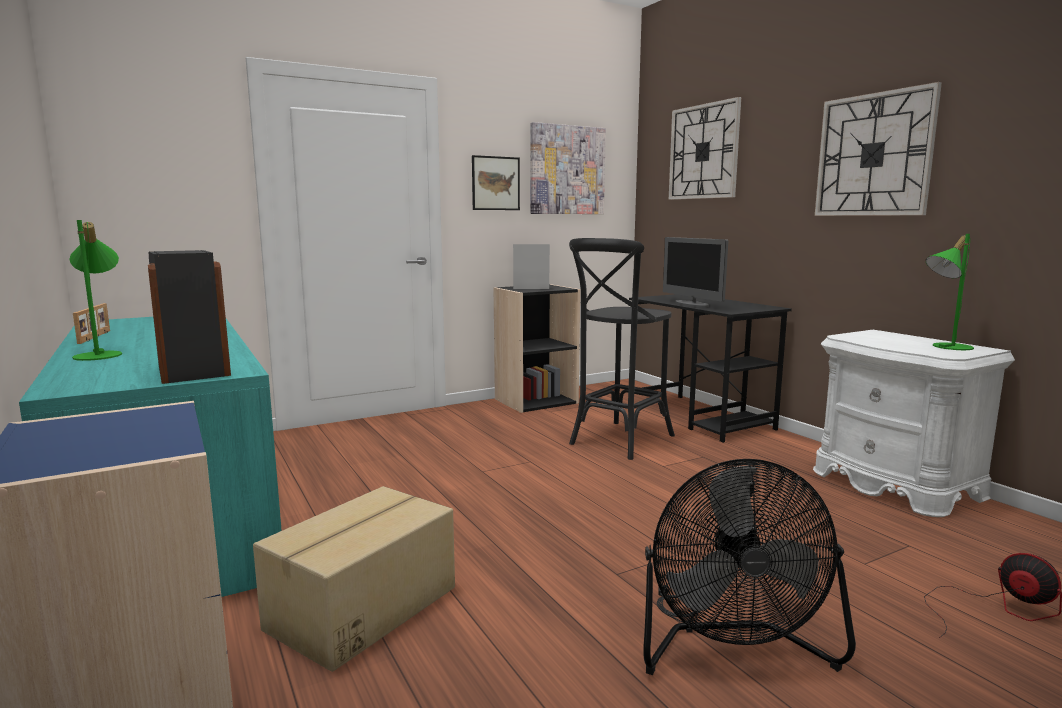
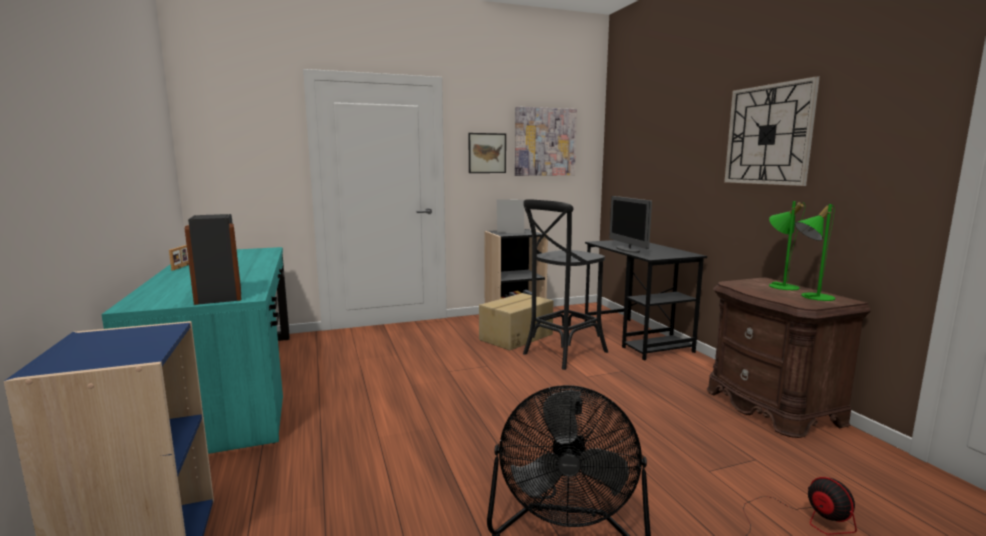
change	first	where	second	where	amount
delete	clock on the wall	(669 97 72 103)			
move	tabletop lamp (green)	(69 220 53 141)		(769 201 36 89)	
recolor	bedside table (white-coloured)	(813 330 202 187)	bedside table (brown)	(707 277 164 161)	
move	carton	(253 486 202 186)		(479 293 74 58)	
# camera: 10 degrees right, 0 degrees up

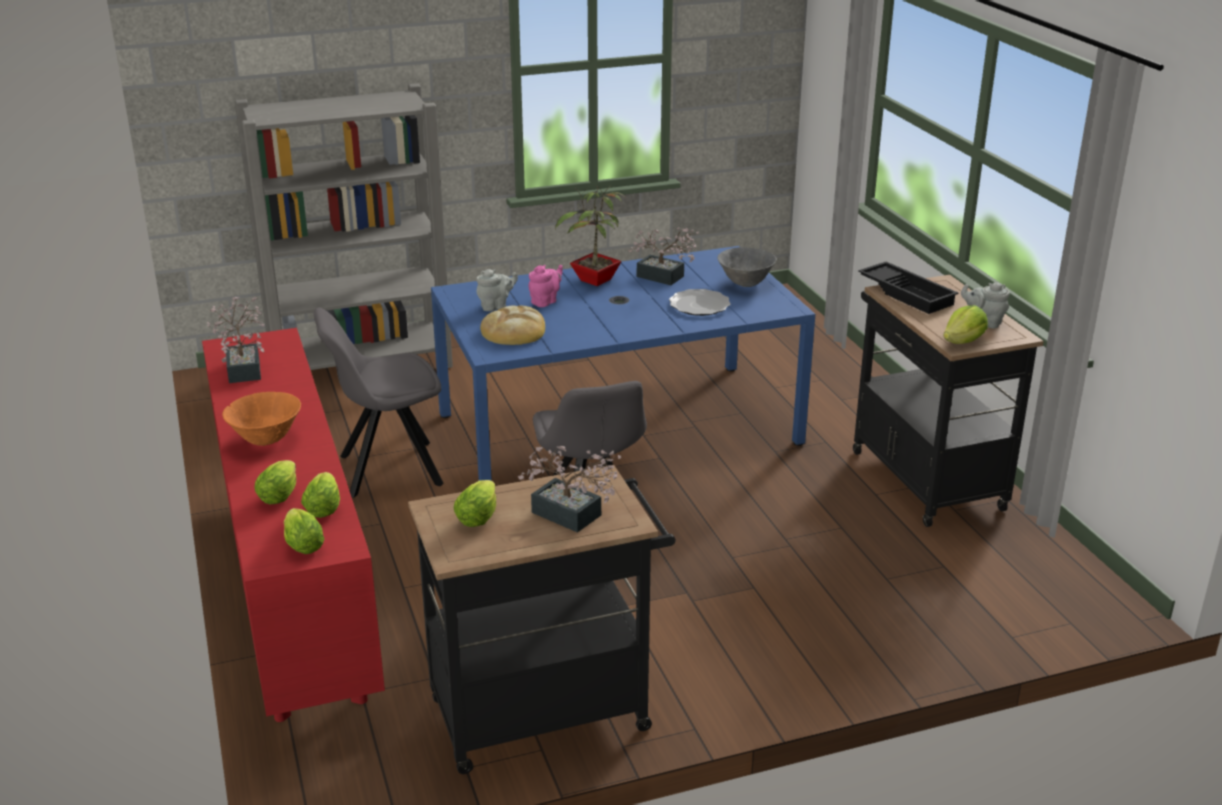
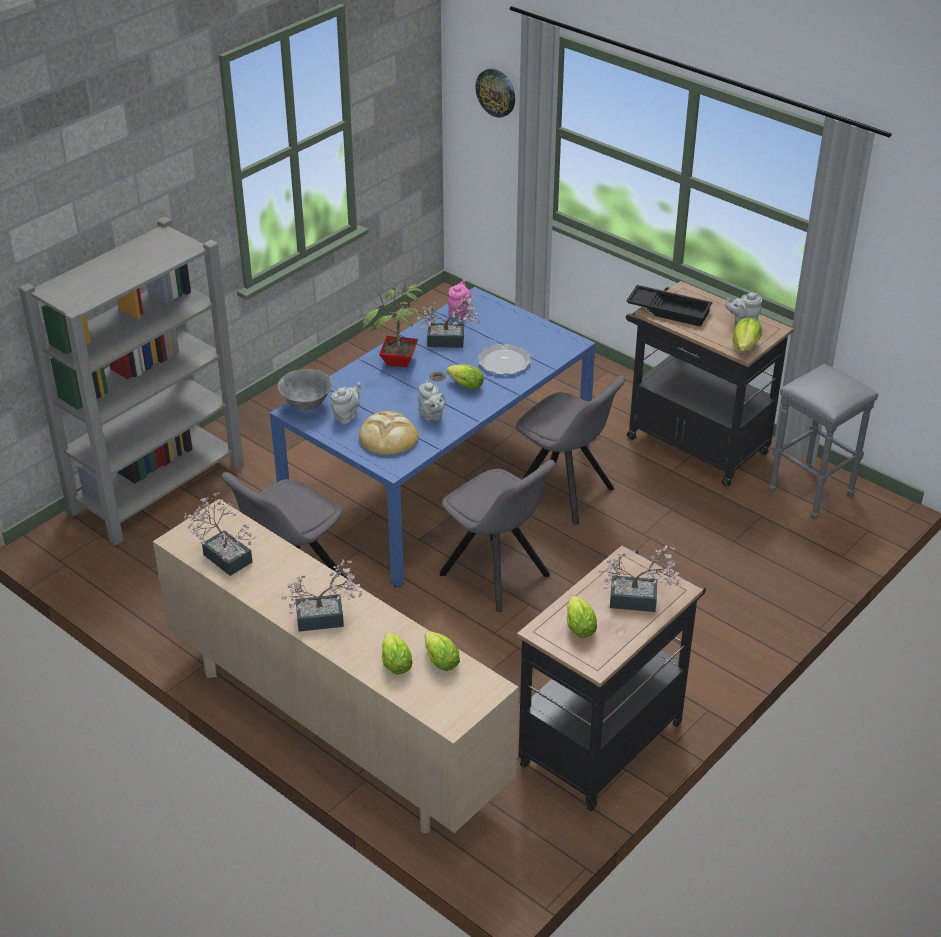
change	first	where	second	where	amount
move	bowl (gray)	(718 247 59 40)		(278 369 54 42)	
move	pot for tea (pink)	(528 265 35 42)		(448 279 23 39)	
recolor	cabinet (red-coloured)	(202 328 183 394)	cabinet (sand-coloured)	(153 499 366 334)	
replace	bowl (orange)	(222 392 79 54)	houseplant	(281 560 81 72)	
move	head of lettuce	(284 508 40 46)		(446 365 38 25)	
insert			clock on the wall	(475 69 40 49)	
insert			stool seat (gray)	(769 364 109 155)	
insert			plain chair (gray)	(516 376 109 149)	
insert			pot for tea (gray)	(418 380 27 42)	
# camera: 30 degrees left, 10 degrees up

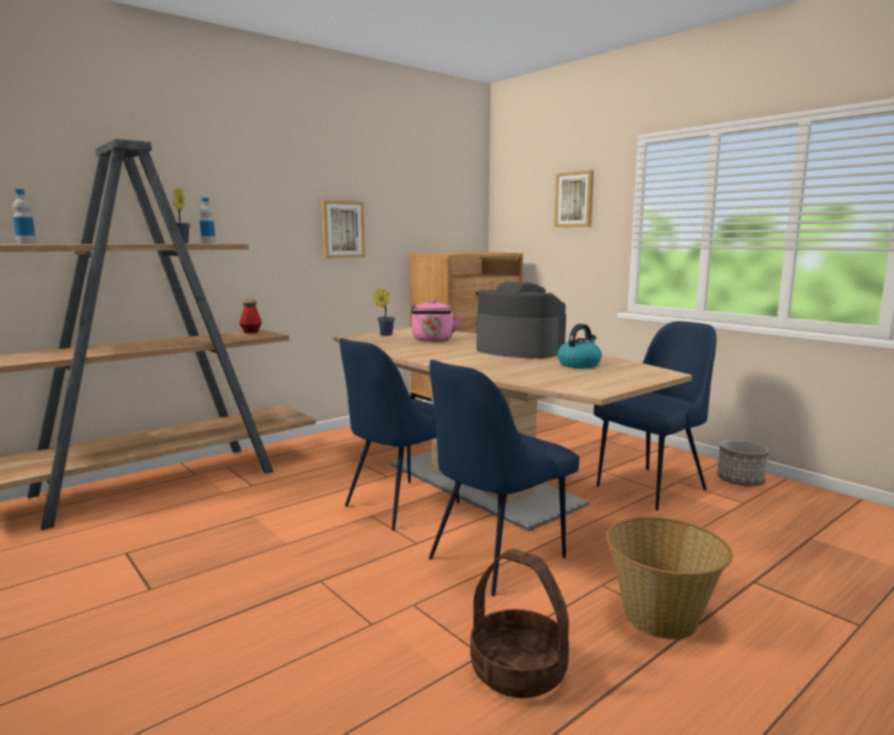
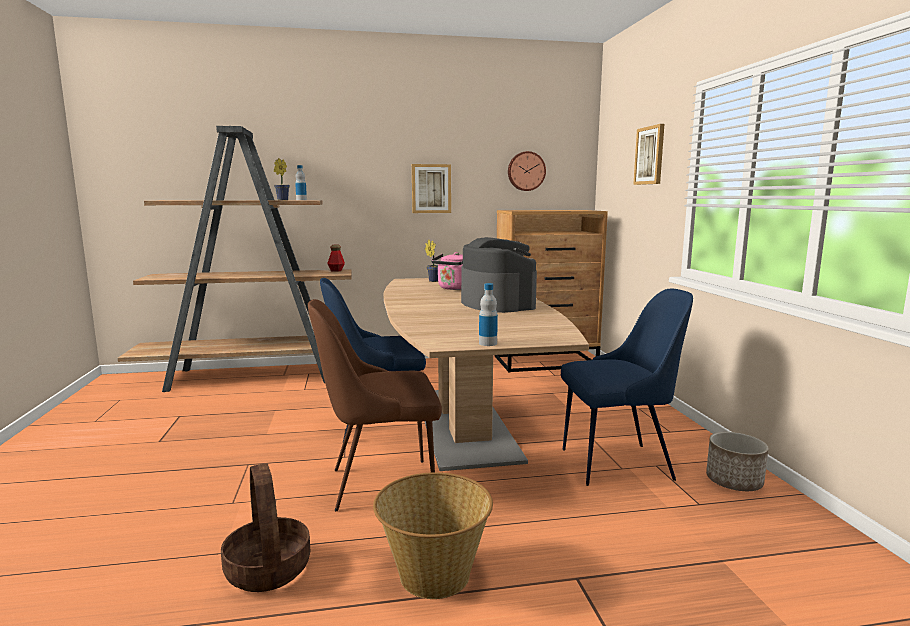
change	first	where	second	where	amount
move	bottle	(13 189 23 55)		(479 283 19 63)	
delete	tea kettle	(557 324 45 44)			
recolor	plain chair (bluish)	(429 360 150 236)	plain chair (brown)	(308 299 134 212)	
insert			clock on the wall	(508 151 38 40)	
# camera: 30 degrees right, 0 degrees up

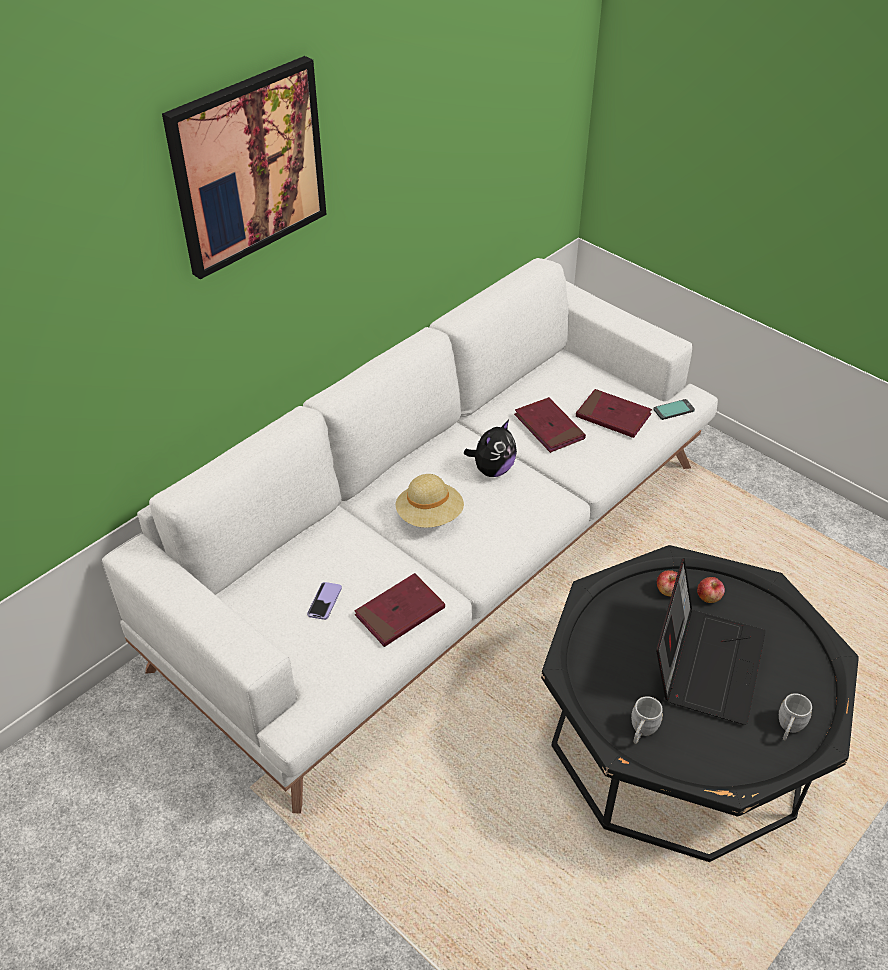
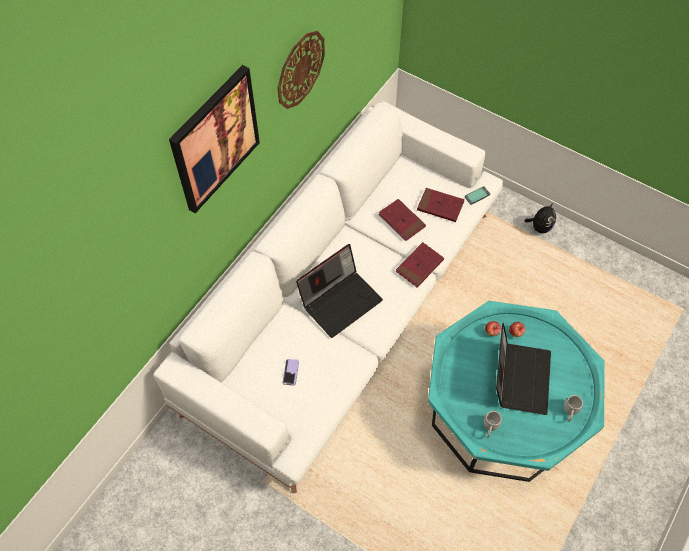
change	first	where	second	where	amount
move	soft toy	(464 420 53 57)		(525 203 31 30)	
replace	hat (sand-coloured)	(395 474 69 54)	portable computer	(296 244 87 94)	
recolor	coffee table (black-coloured)	(541 545 318 317)	coffee table (turquoise)	(428 301 177 181)	
move	book (red-coloured)	(355 573 90 74)		(396 242 48 46)	
insert			clock on the wall	(277 31 48 78)	
# camera: 10 degrees left, 15 degrees up

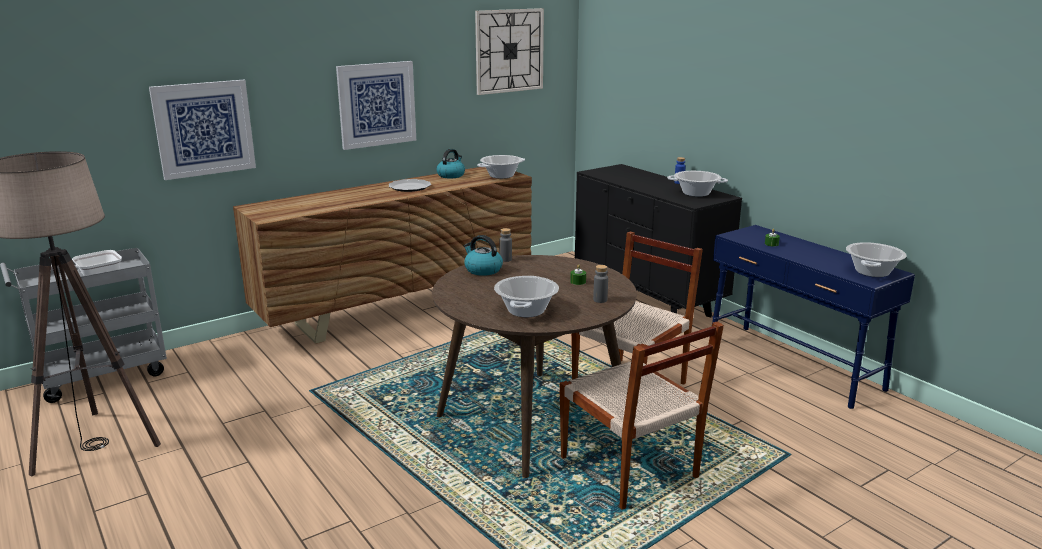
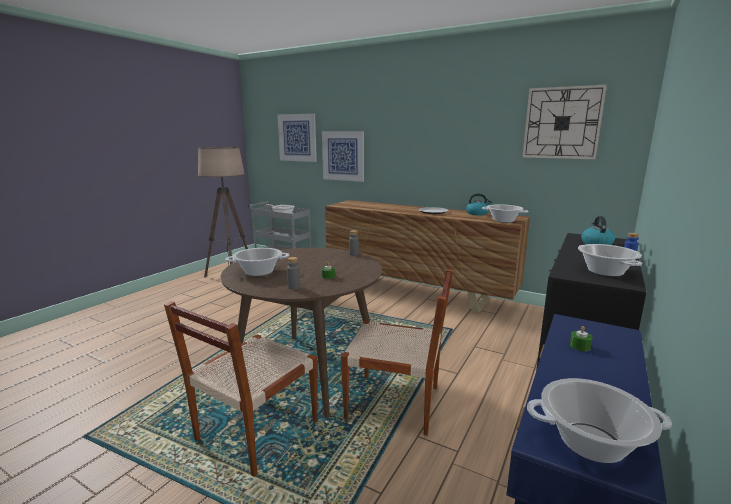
change	first	where	second	where	amount
move	picture	(336 61 80 89)		(277 113 40 49)	
move	tea kettle	(463 235 40 41)		(581 216 34 29)	
# camera: 65 degrees right, 5 degrees down

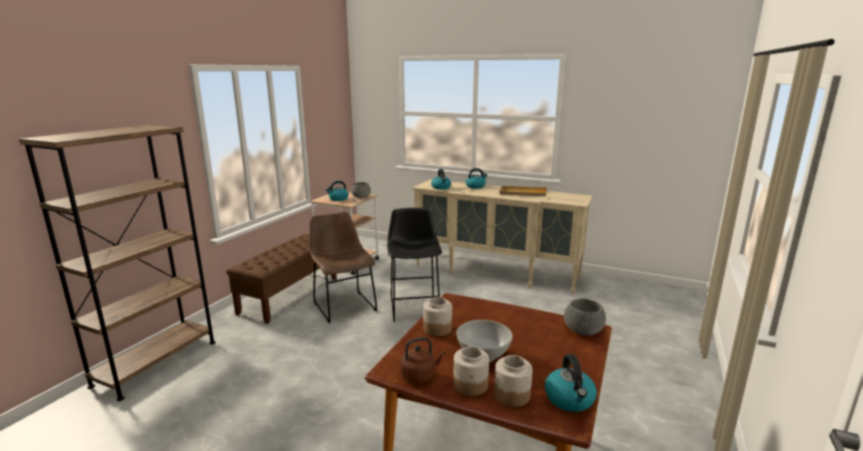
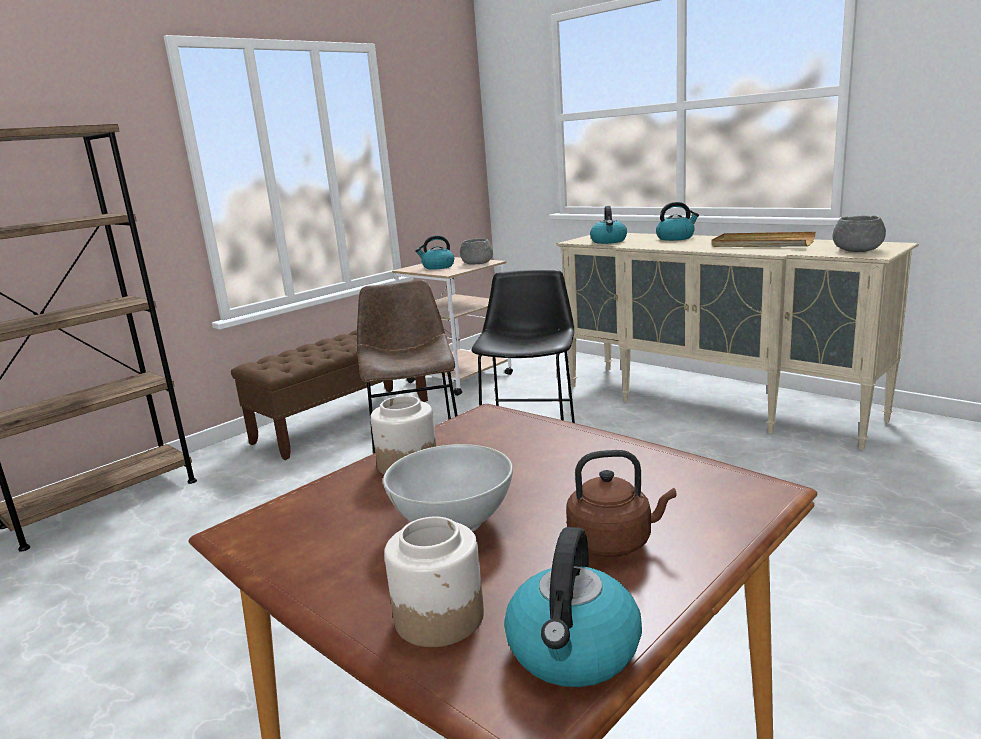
change	first	where	second	where	amount
move	bowl (gray)	(564 298 42 37)		(833 215 53 37)	
move	tea kettle (brown)	(400 337 46 46)		(566 450 110 107)	
delete	jar	(453 346 36 50)			
# camera: 20 degrees right, 0 degrees up

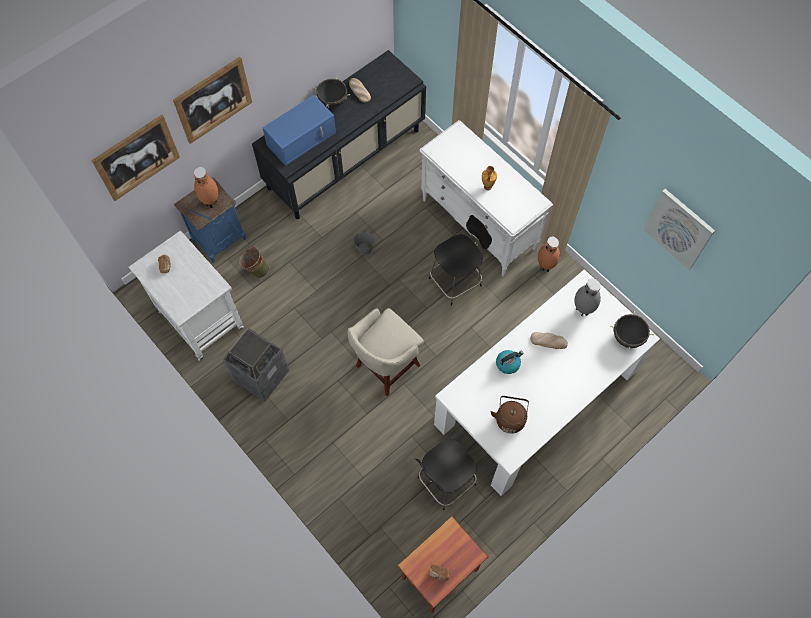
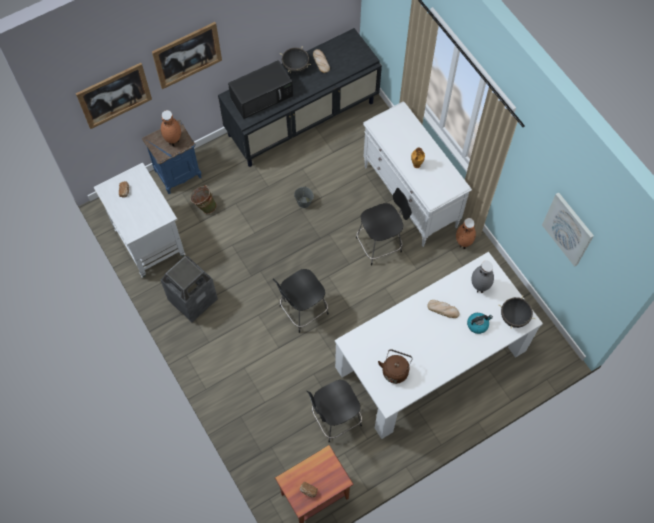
change	first	where	second	where	amount
recolor	kitchen microwave (bluish)	(262 95 74 71)	kitchen microwave (black-coloured)	(228 60 65 59)	
replace	stool seat (sand-coloured)	(347 308 77 88)	plain chair (black-coloured)	(273 269 56 64)	
move	tea kettle	(496 350 28 24)		(467 313 26 21)	
# camera: 10 degrees right, 0 degrees up

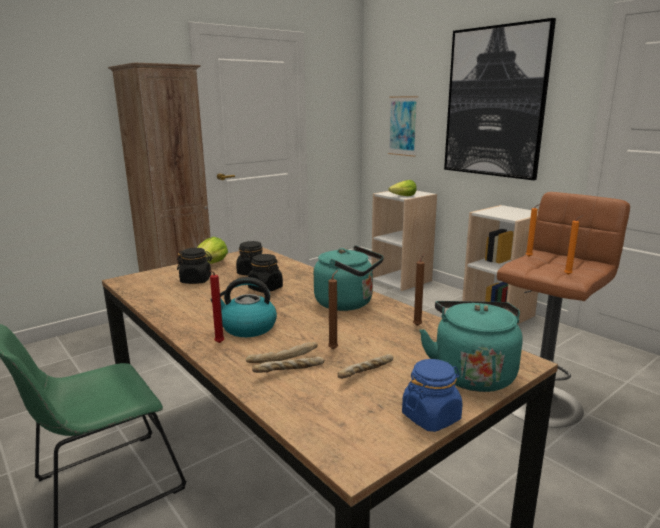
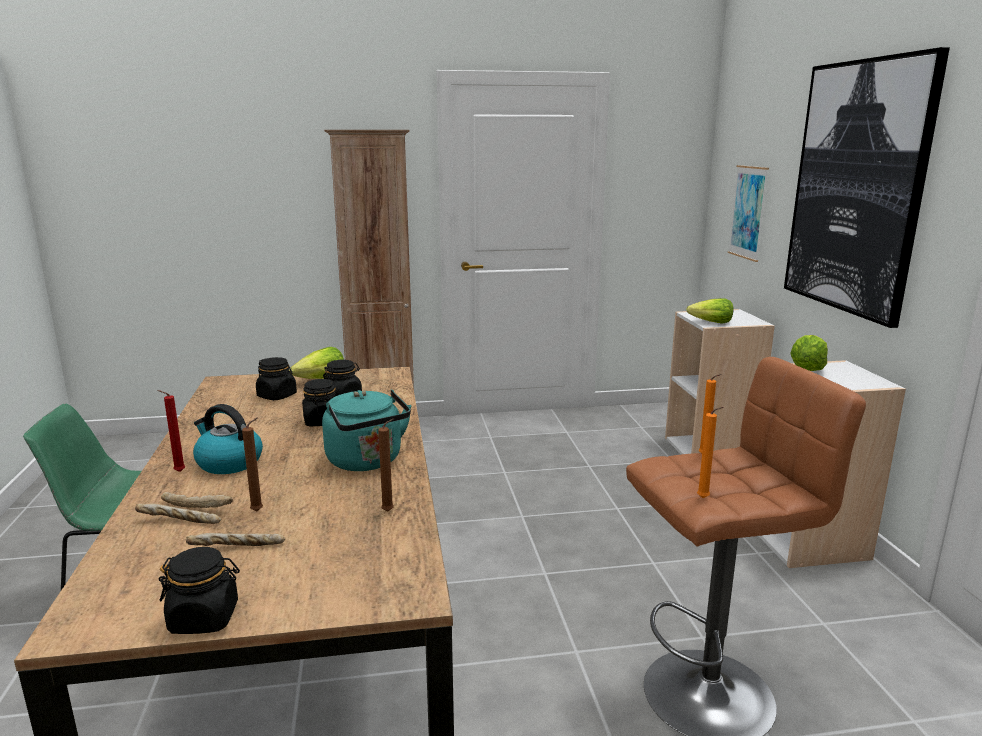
change	first	where	second	where	amount
delete	tea kettle (turquoise)	(419 301 104 91)			
recolor	jar (bluish)	(402 359 61 73)	jar (black-coloured)	(159 547 81 87)	
insert			head of lettuce	(790 335 38 36)	
# camera: 30 degrees right, 0 degrees up

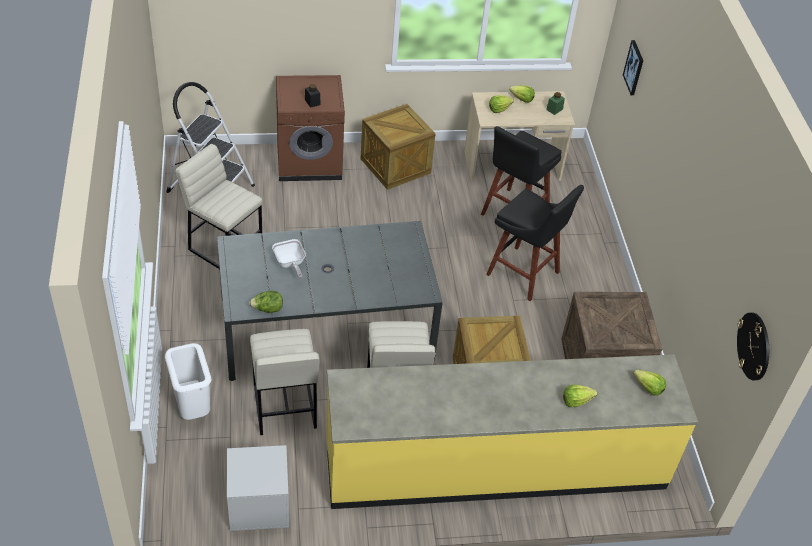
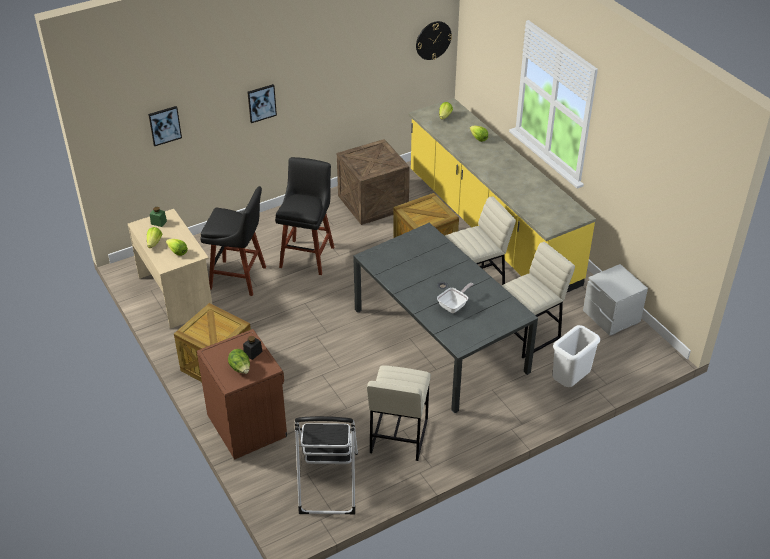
change	first	where	second	where	amount
move	head of lettuce	(249 291 34 22)		(228 349 22 25)	
insert			picture	(247 84 30 39)	
# camera: 110 degrees left, 5 degrees down

